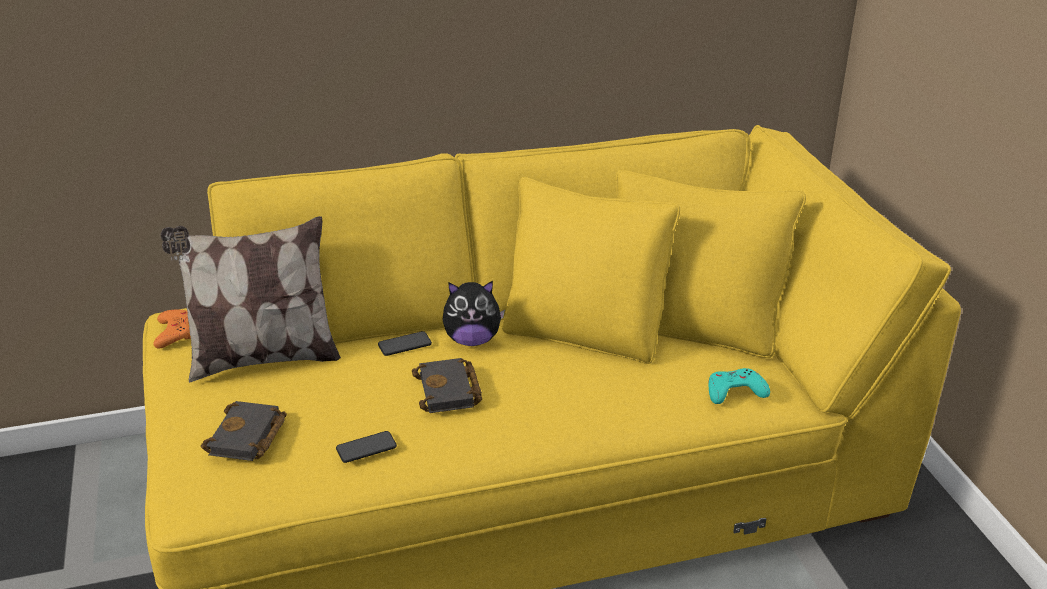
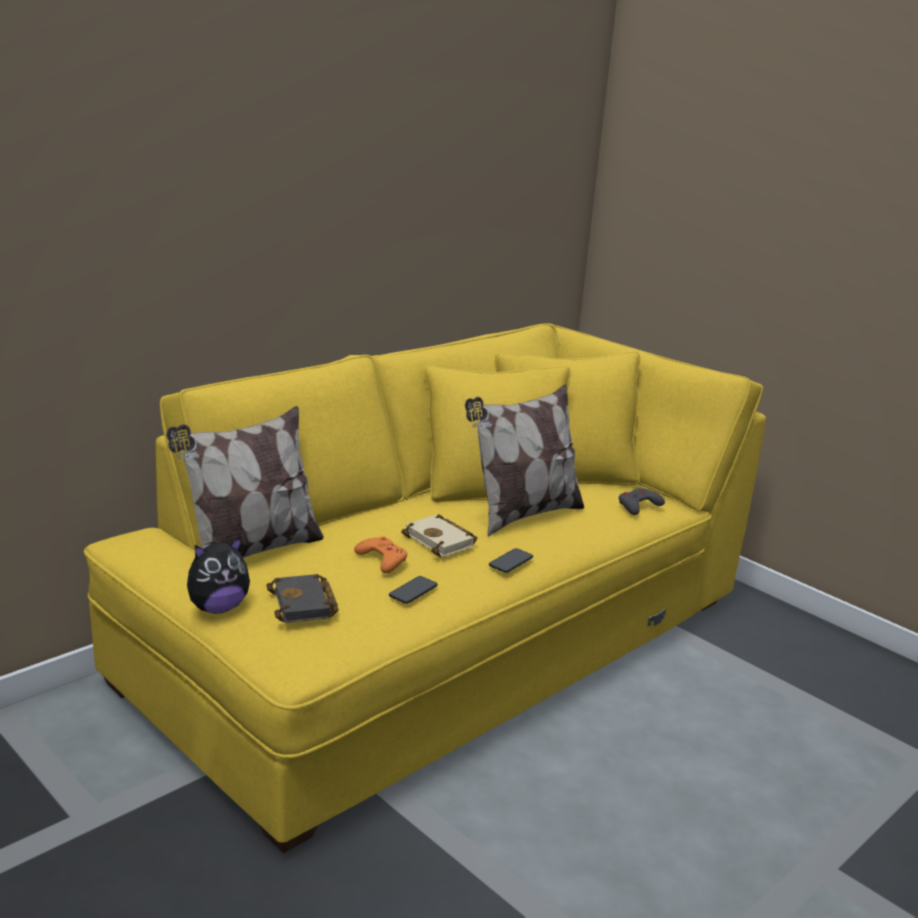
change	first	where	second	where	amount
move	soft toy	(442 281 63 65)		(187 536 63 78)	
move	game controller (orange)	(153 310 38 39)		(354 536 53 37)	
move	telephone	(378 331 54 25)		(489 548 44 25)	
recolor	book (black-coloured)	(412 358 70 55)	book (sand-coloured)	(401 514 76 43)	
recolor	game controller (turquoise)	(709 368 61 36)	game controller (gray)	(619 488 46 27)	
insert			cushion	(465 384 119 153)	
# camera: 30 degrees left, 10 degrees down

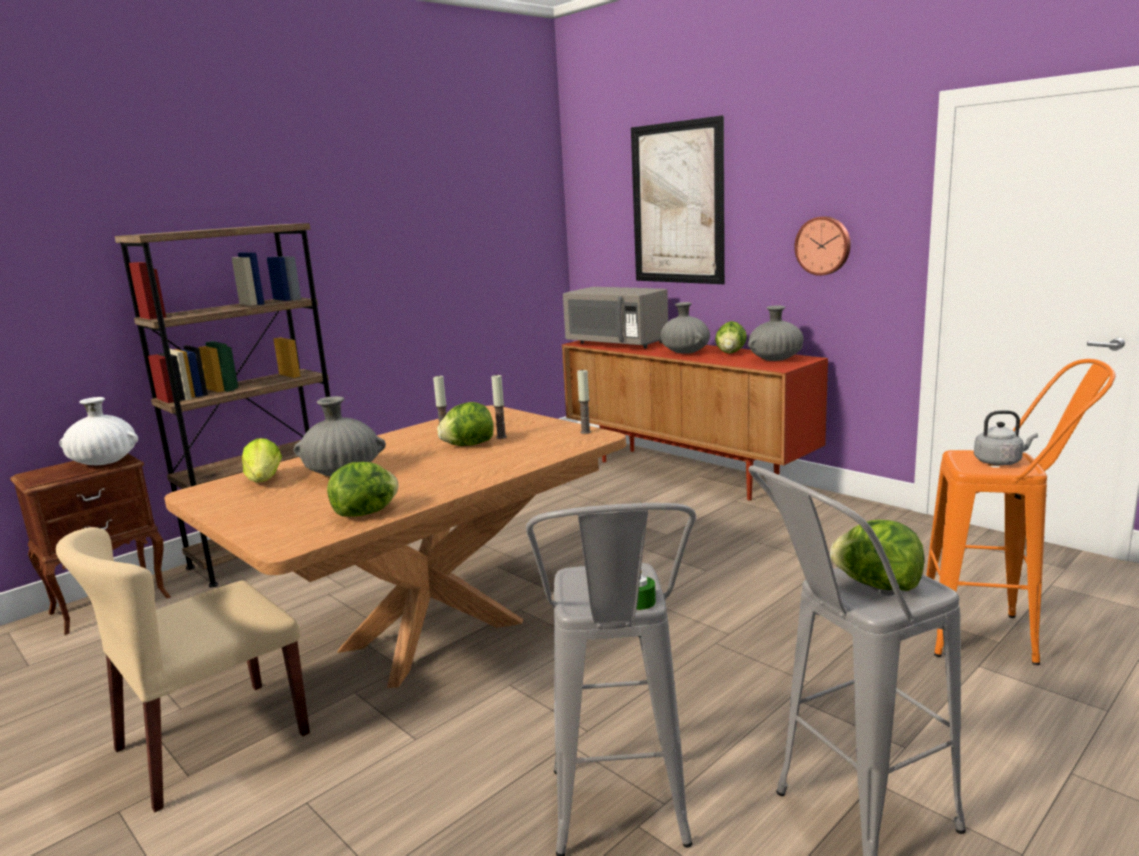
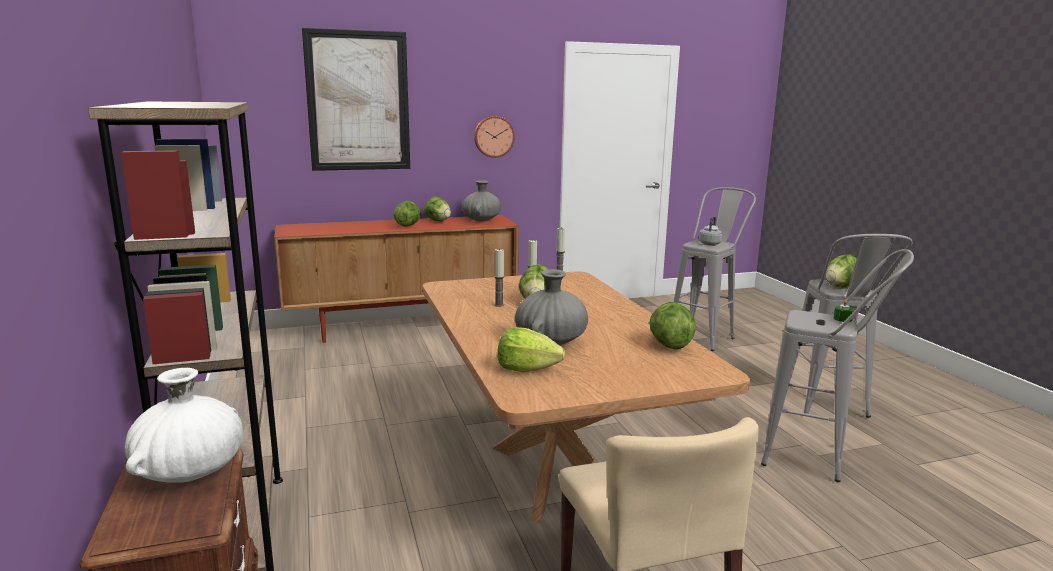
change	first	where	second	where	amount
delete	kitchen microwave (gray)	(563 287 105 62)			
replace	vase (gray)	(660 302 50 52)	head of lettuce	(393 201 28 26)	
recolor	stool seat (orange)	(926 359 190 306)	stool seat (gray)	(674 187 82 164)	
# camera: 65 degrees left, 0 degrees up

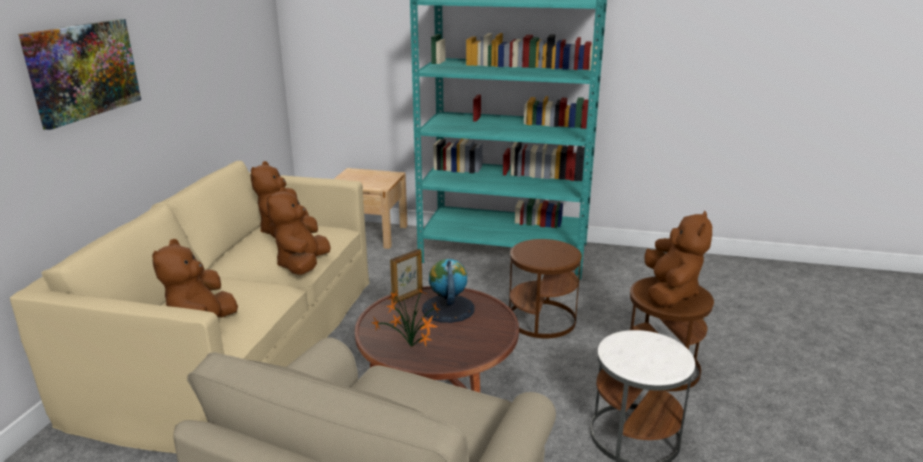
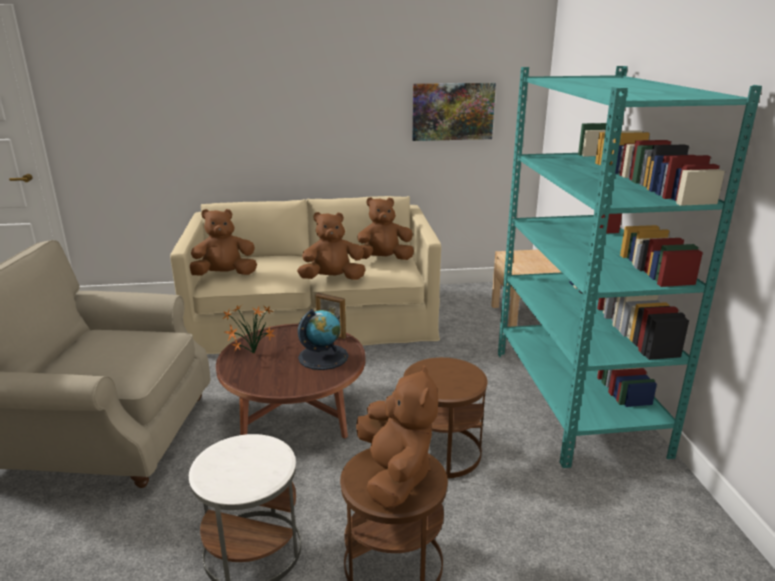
change	first	where	second	where	amount
move	picture	(18 19 123 111)		(412 83 84 58)	
rotate	soft toy (brown)	(645 210 67 98)		(356 365 82 143)	90 degrees counterclockwise
# camera: 70 degrees right, 0 degrees up

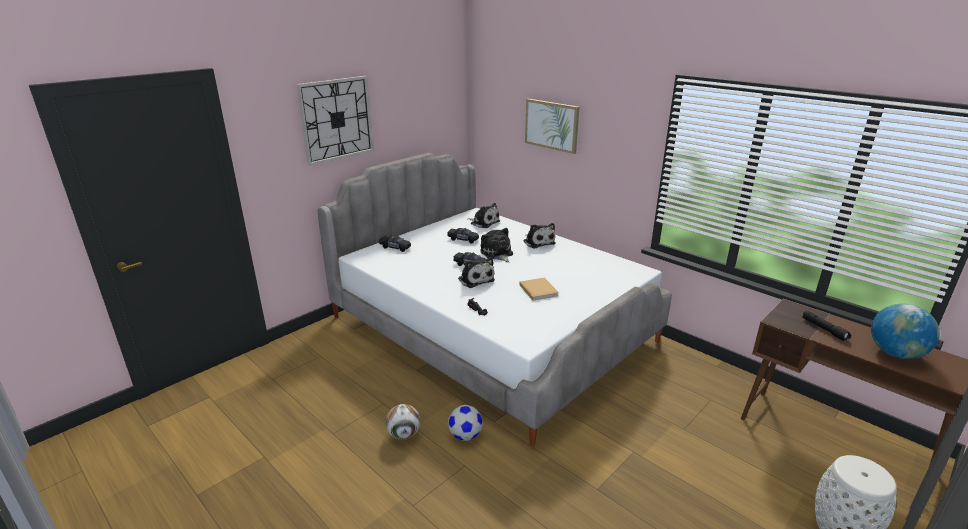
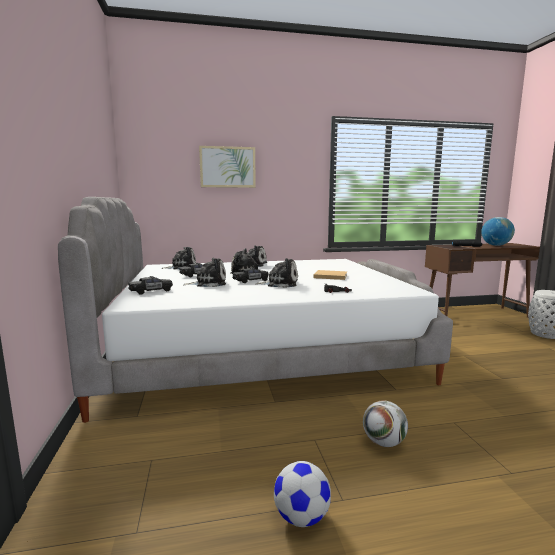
change	first	where	second	where	amount
delete	clock on the wall	(296 76 78 90)			
move	football	(448 405 35 36)		(274 461 57 66)	
insert			soft toy	(184 258 42 29)	
# camera: 55 degrees left, 15 degrees down

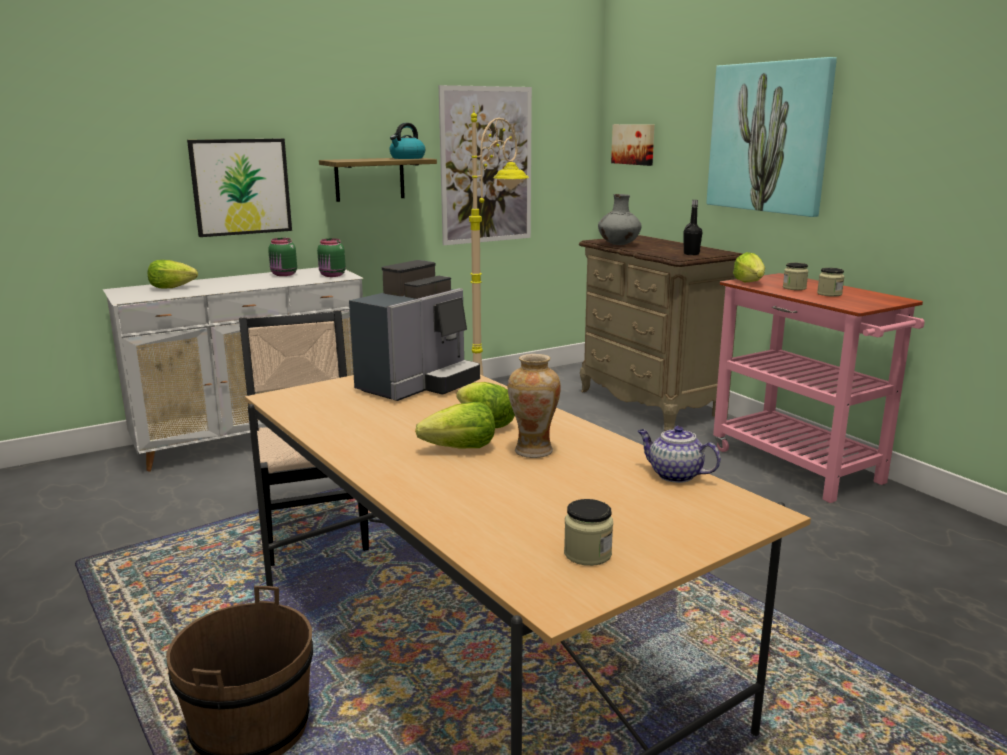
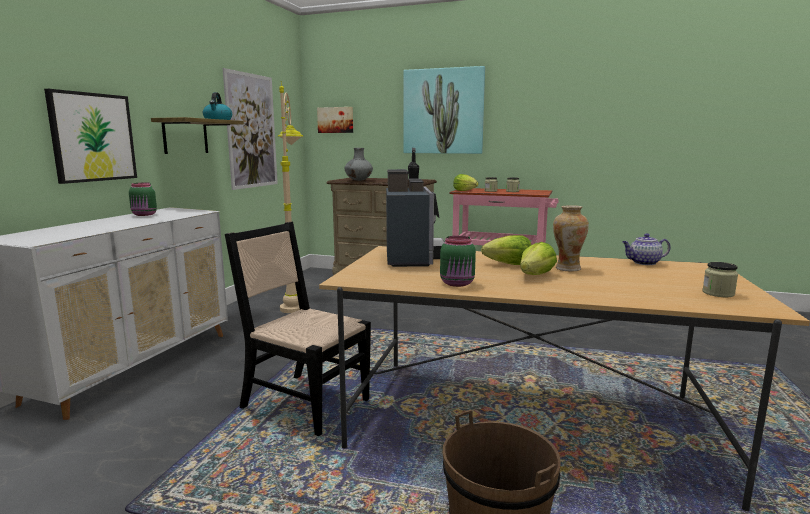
change	first	where	second	where	amount
move	jar (green)	(317 238 29 39)		(440 236 36 51)	
delete	head of lettuce	(148 260 50 28)			
# camera: 40 degrees left, 5 degrees down

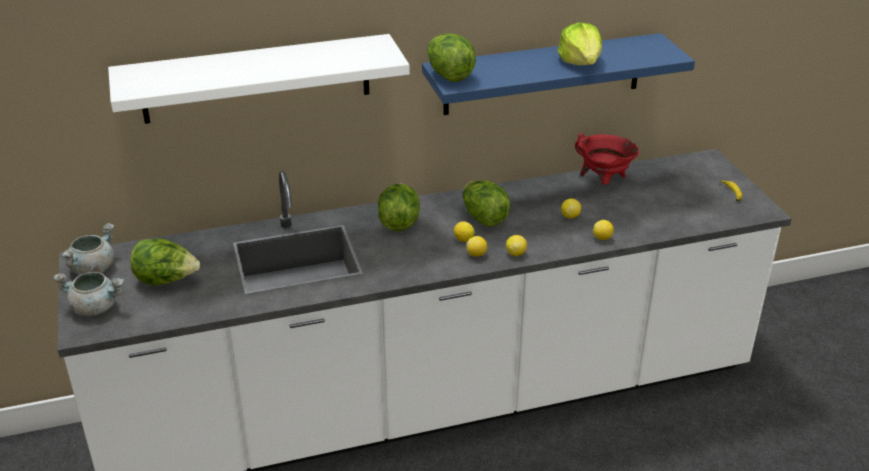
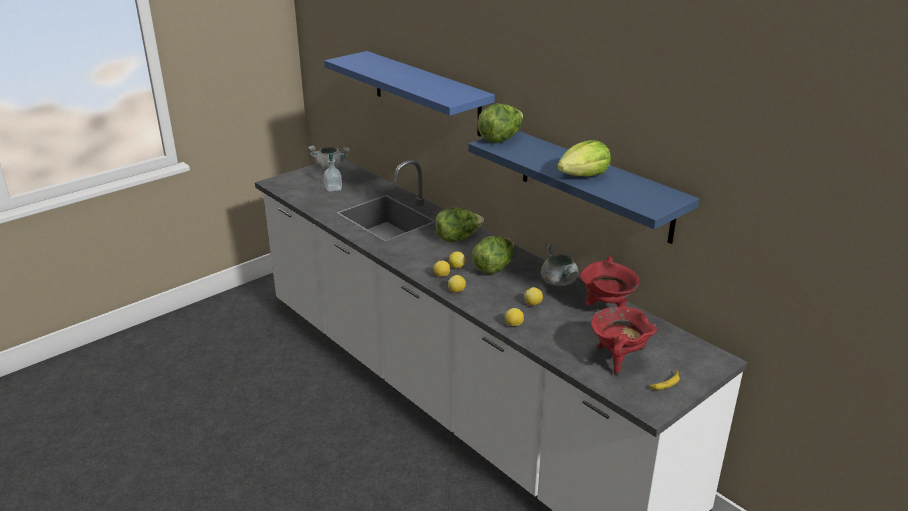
change	first	where	second	where	amount
recolor	bracket shelf (white-coloured)	(108 34 302 90)	bracket shelf (bluish)	(324 51 171 86)	
replace	head of lettuce	(130 238 70 47)	liquid soap bottle	(324 153 18 39)	
move	cooking pot (gray)	(53 272 72 44)		(541 244 37 42)	
insert			cooking pot (red-coloured)	(591 307 66 69)	
# camera: 65 degrees right, 5 degrees down

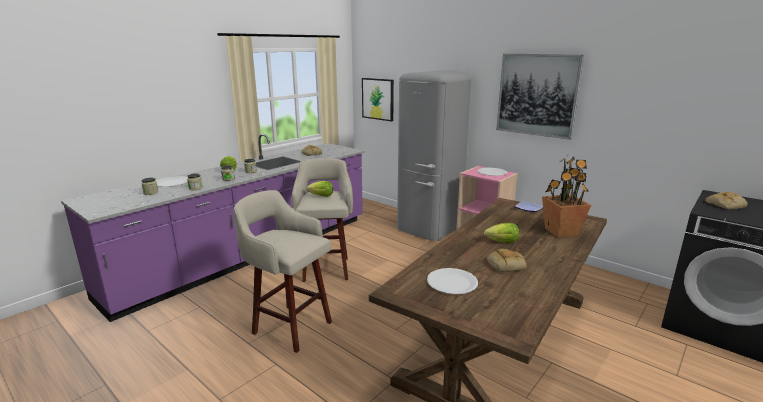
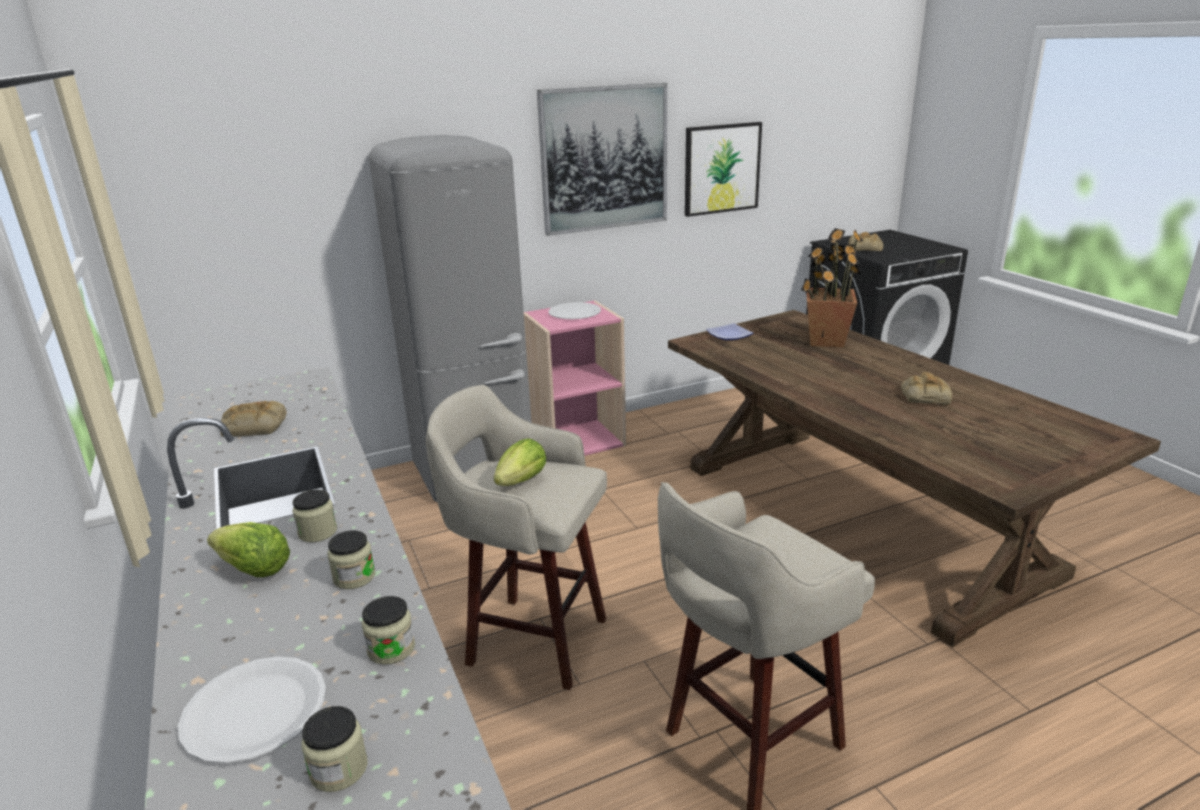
change	first	where	second	where	amount
move	picture	(362 78 32 44)		(685 122 77 95)	
delete	head of lettuce	(484 223 35 20)			
delete	dinner plate (white-coloured)	(427 268 51 26)			
# camera: 65 degrees left, 5 degrees up

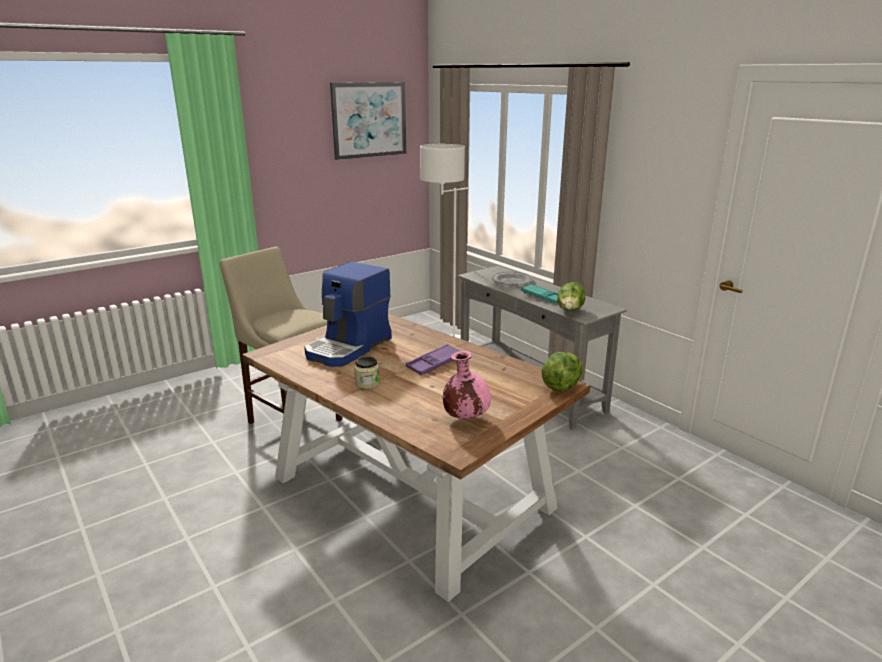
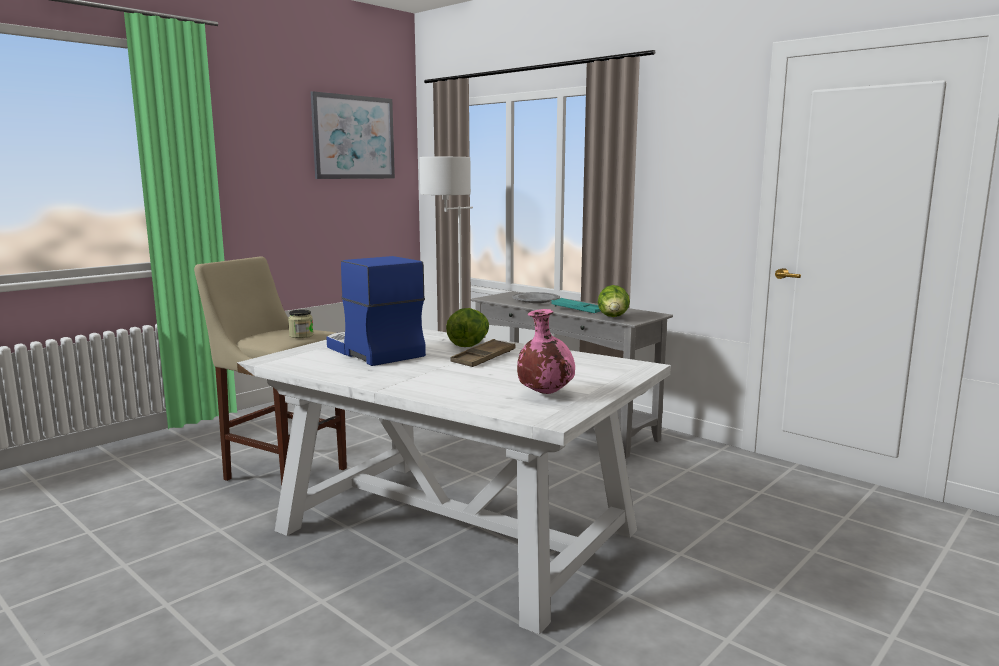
change	first	where	second	where	amount
rotate	coffee brewer	(304 262 88 105)		(326 256 100 110)	120 degrees clockwise
recolor	dining table (brown)	(242 313 348 289)	dining table (white-coloured)	(237 329 434 305)	
recolor	tray (purplish)	(406 344 54 31)	tray (brown)	(450 339 65 28)	
move	head of lettuce	(541 352 42 39)		(446 308 43 39)	
move	jar	(354 357 25 32)		(288 310 25 28)	
# camera: 10 degrees left, 10 degrees down

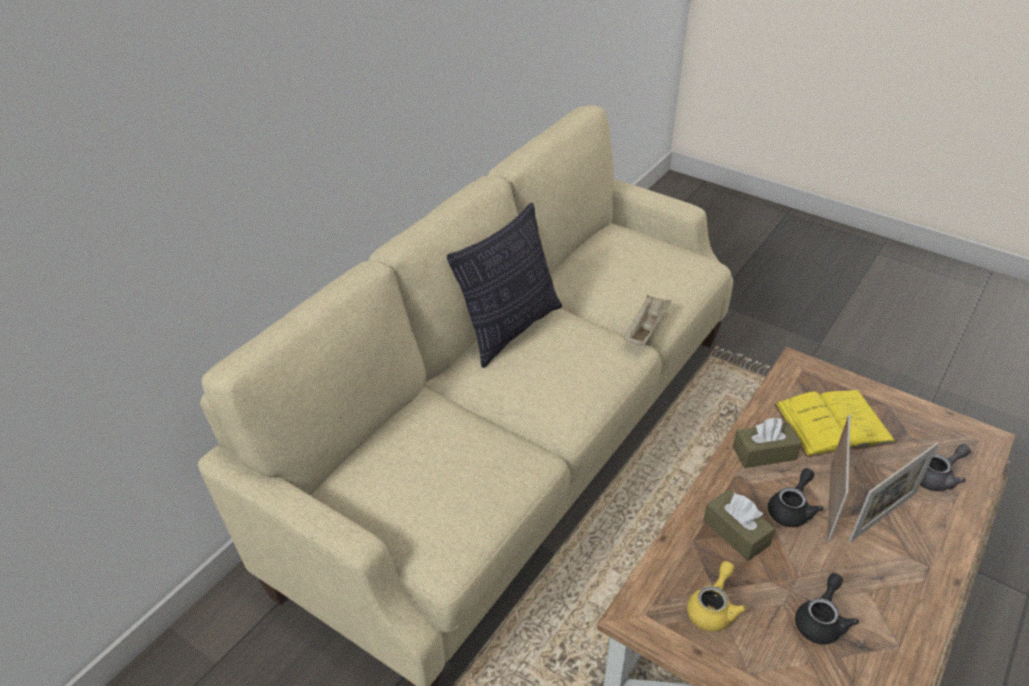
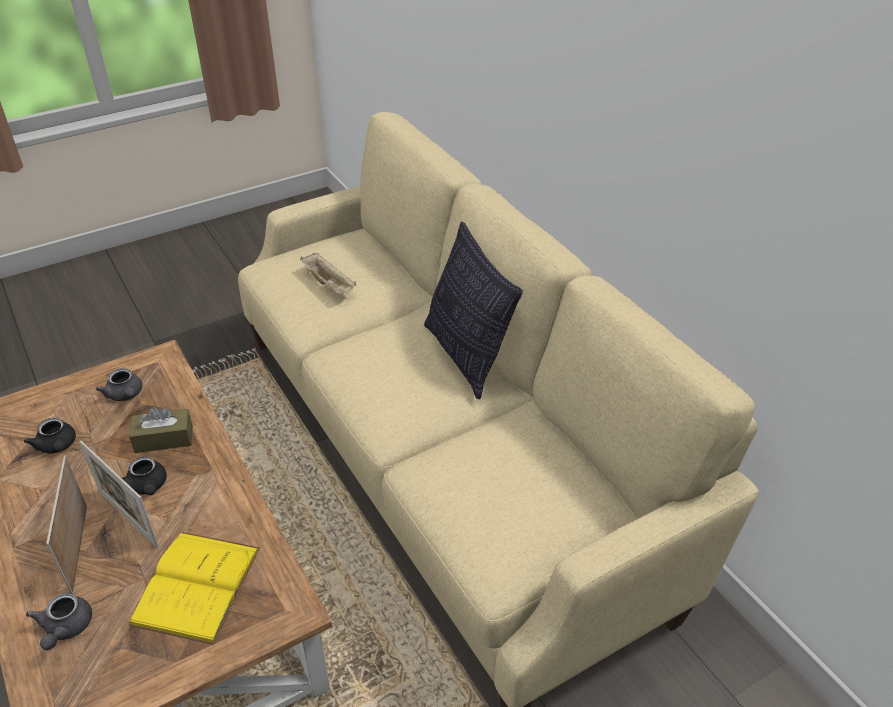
change	first	where	second	where	amount
move	tray (sand-coloured)	(623 295 49 51)		(300 253 57 41)	
delete	tissue holder (brown)	(733 417 69 51)			
recolor	pot for tea (yellowish)	(687 561 60 71)	pot for tea (gray)	(96 368 46 33)	
# camera: 115 degrees right, 0 degrees up

